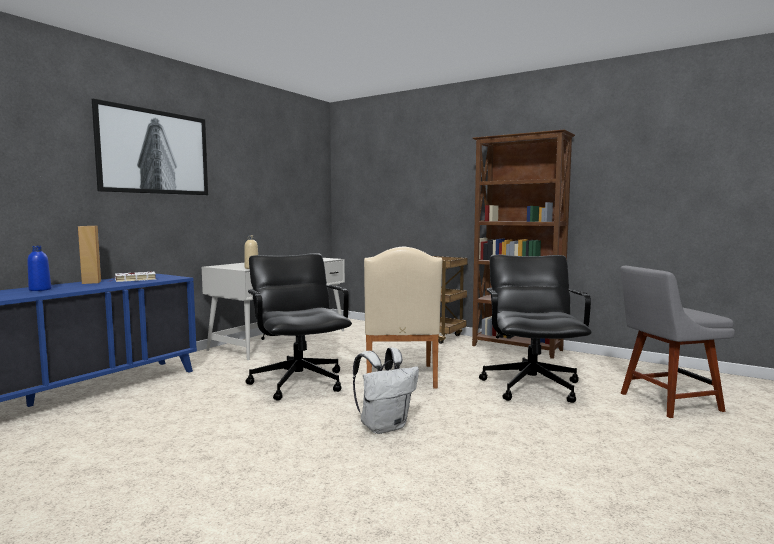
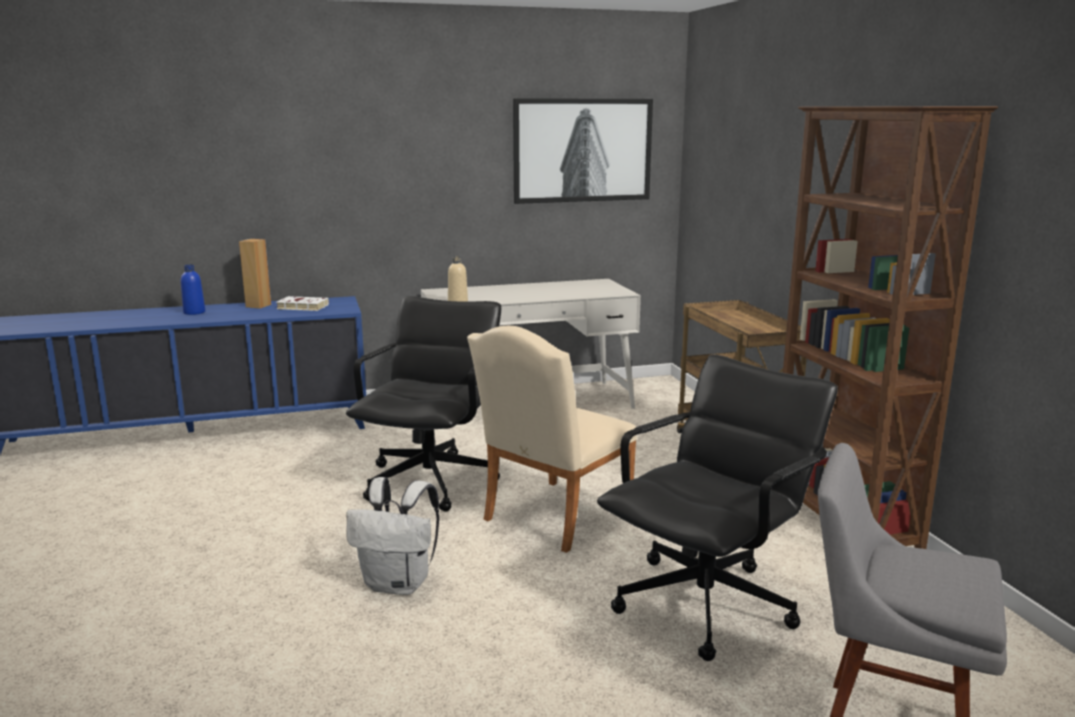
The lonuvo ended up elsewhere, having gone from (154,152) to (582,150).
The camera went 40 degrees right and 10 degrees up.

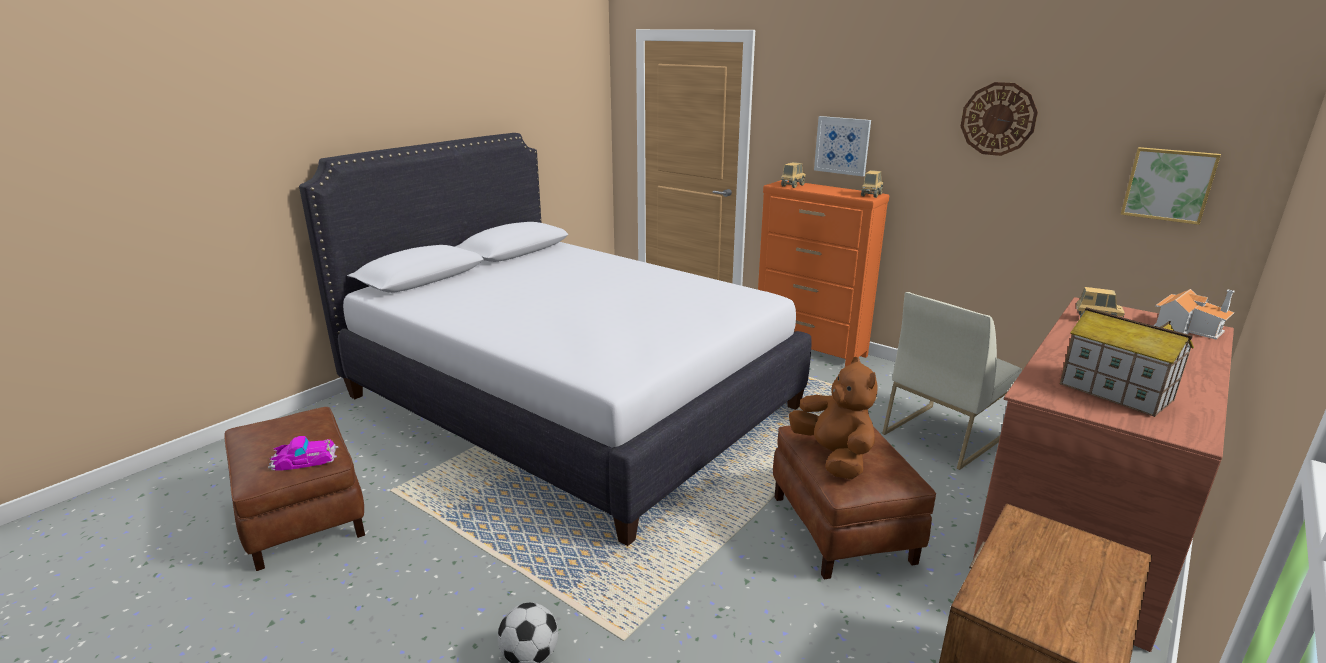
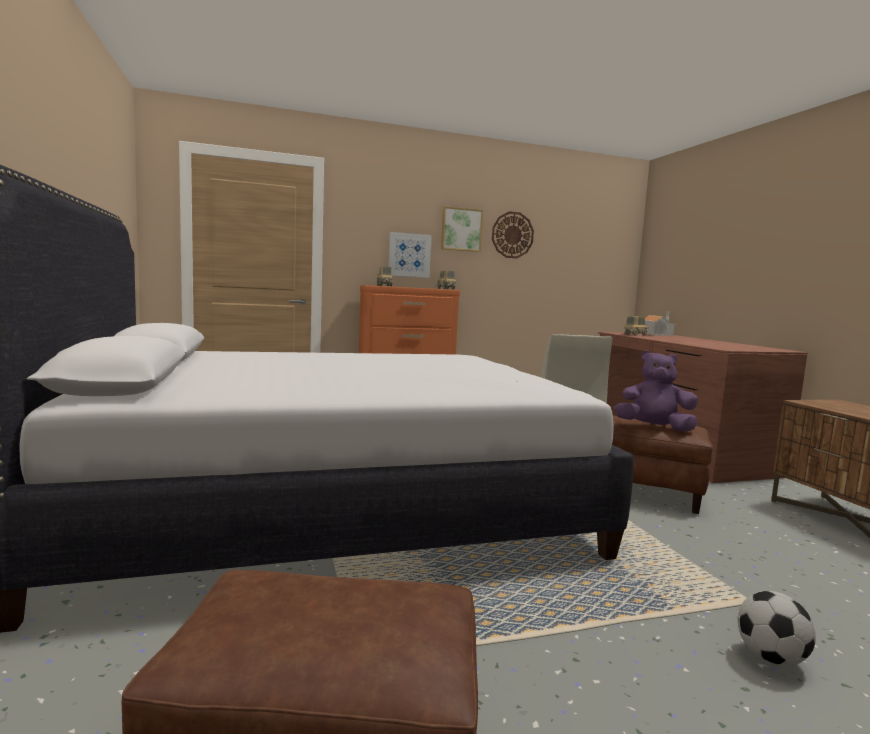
The second view lost the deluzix at (304,459).
The second view lost the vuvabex at (1114,392).
The lonuvo ended up elsewhere, having gone from (1169,184) to (461,229).
What was the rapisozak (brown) at (833,457) turned into the rapisozak (purple) at (654,428).
The camera went 55 degrees left and 15 degrees down.

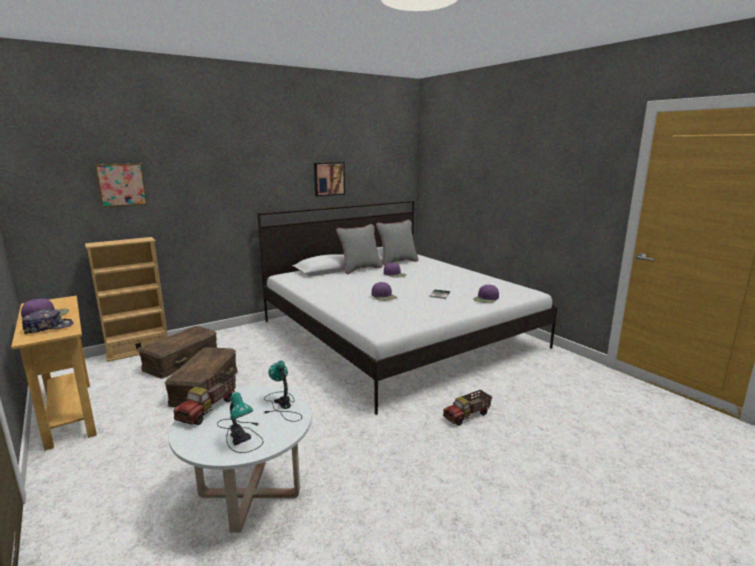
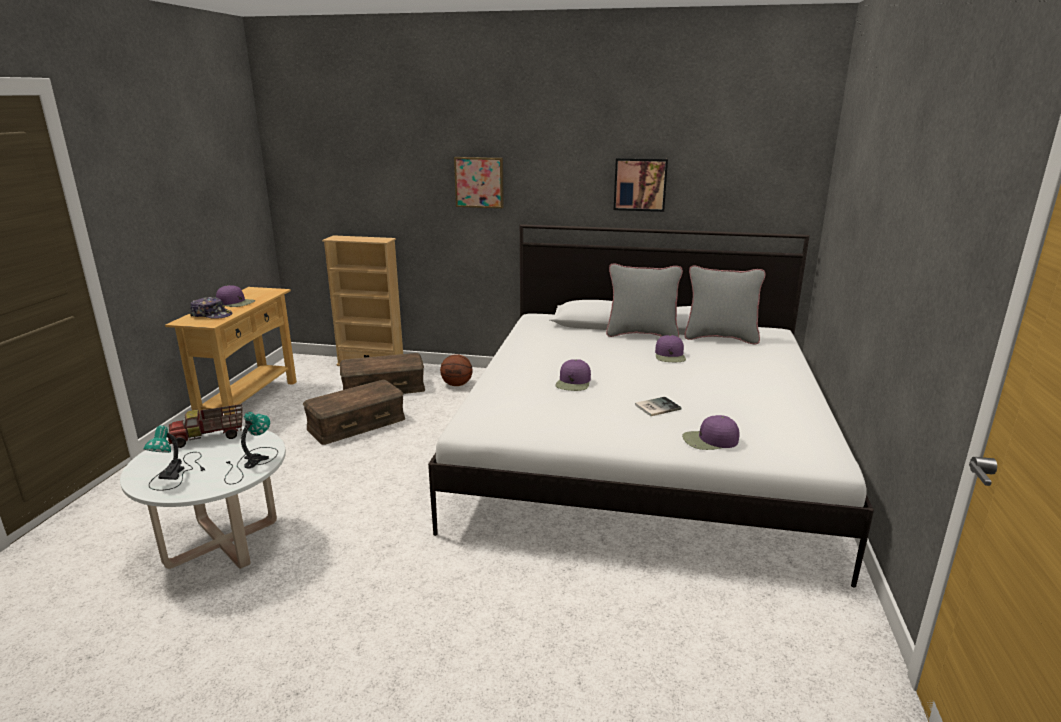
The second view lost the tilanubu at (467,416).
The second view gained the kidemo at (457,384).
The lonuvo ended up elsewhere, having gone from (121,184) to (479,182).
The camera went 45 degrees right and 5 degrees up.

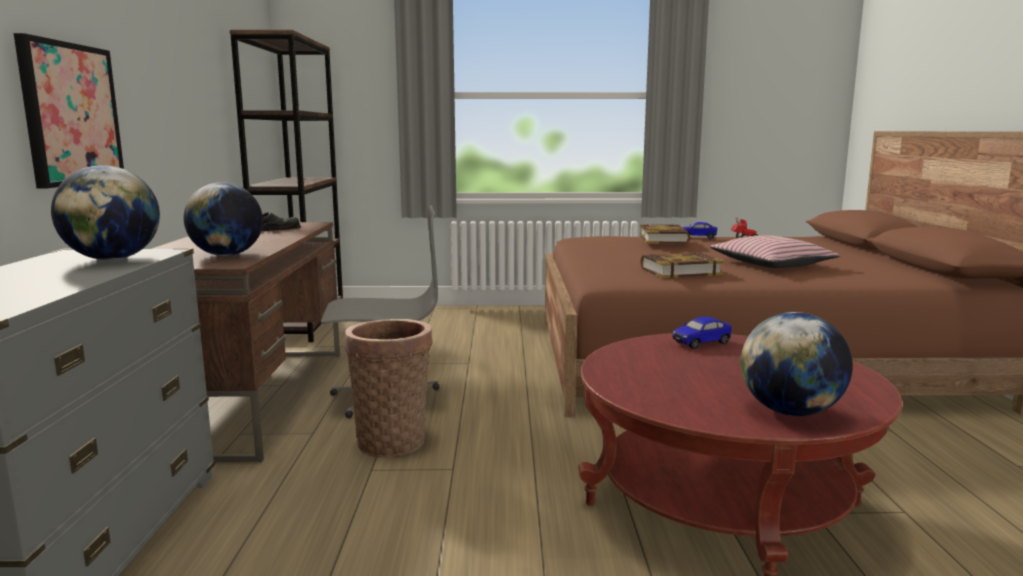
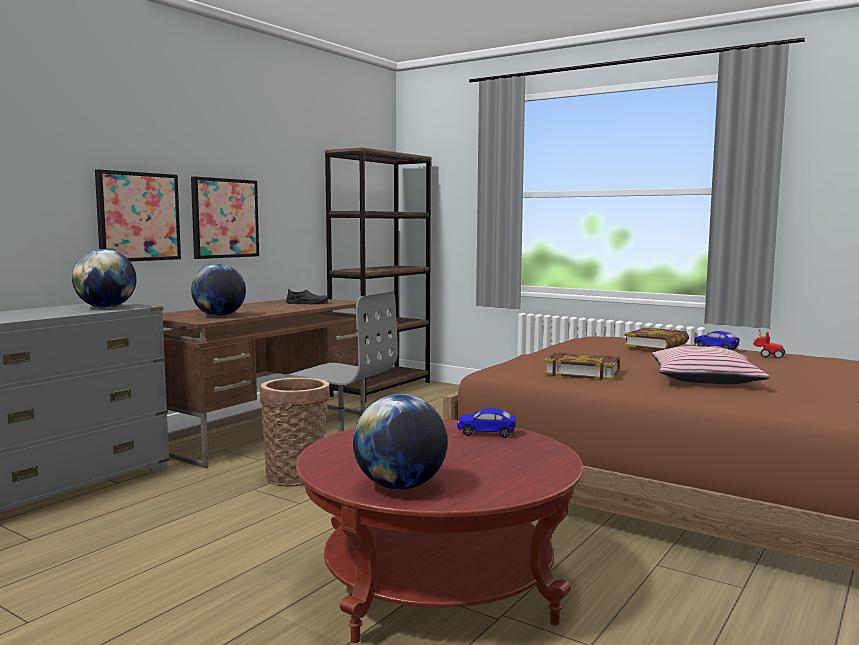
The second view gained the lonuvo at (224,218).
The camera went 35 degrees right and 5 degrees down.

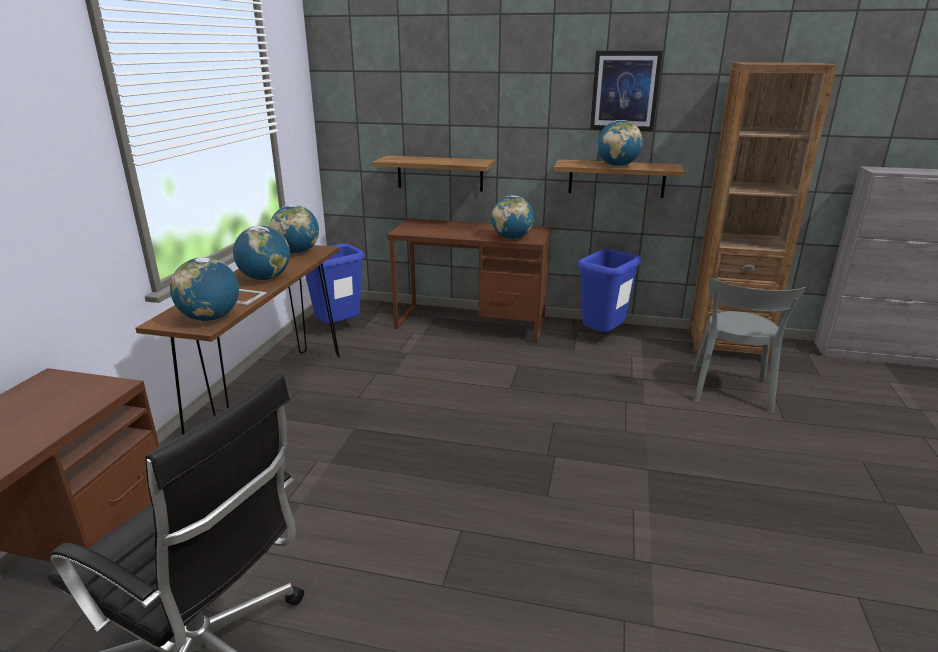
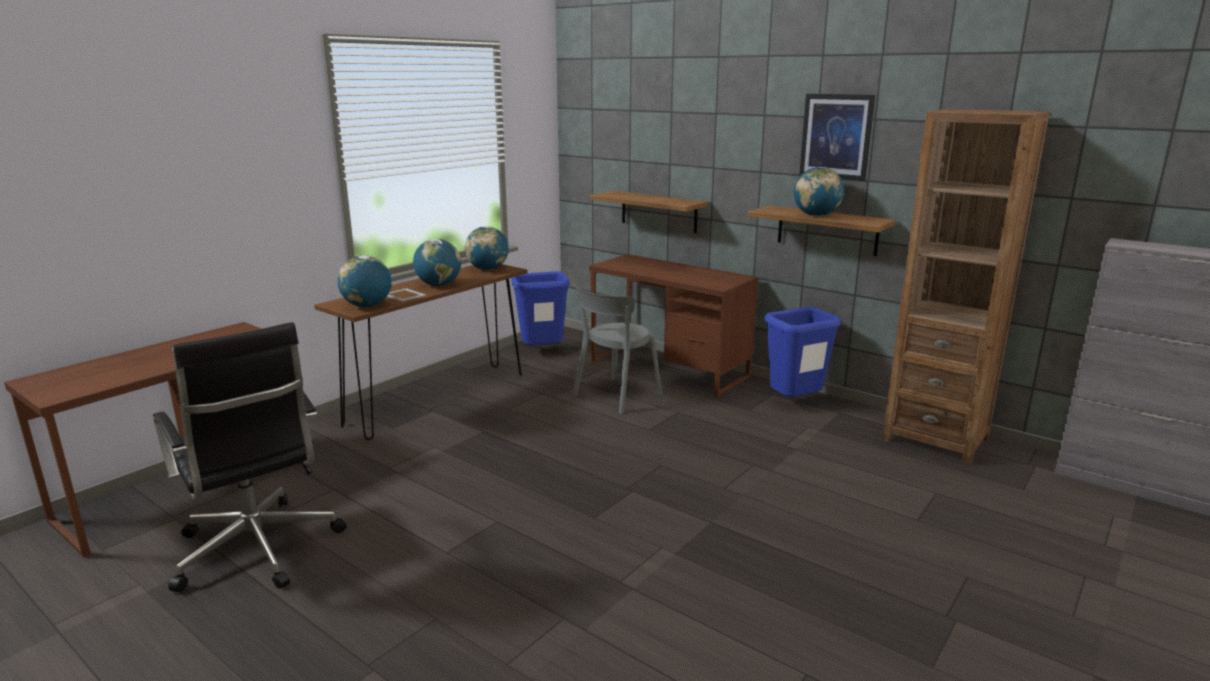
The second view lost the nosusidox at (512,238).
The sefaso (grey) ended up elsewhere, having gone from (730,392) to (614,396).
The camera went 25 degrees right and 5 degrees down.

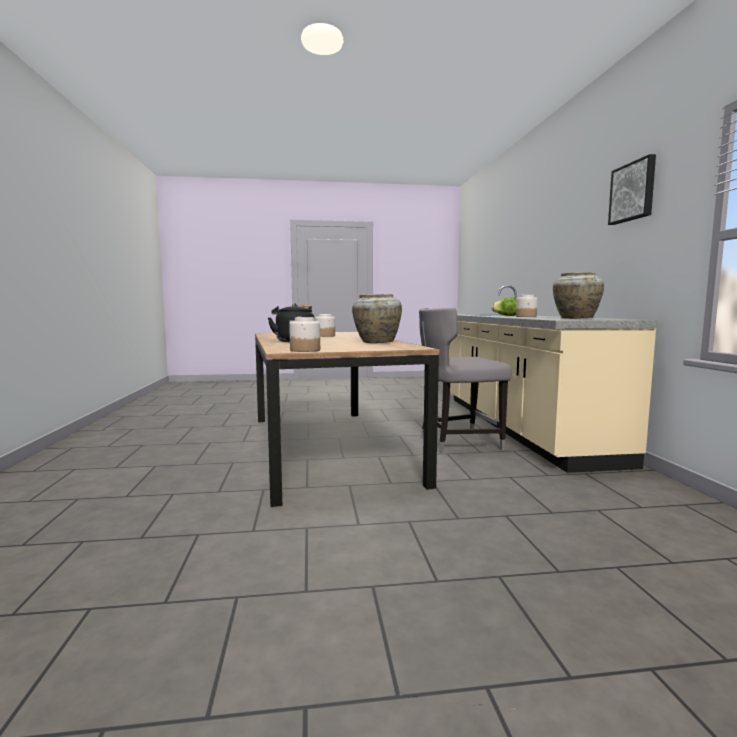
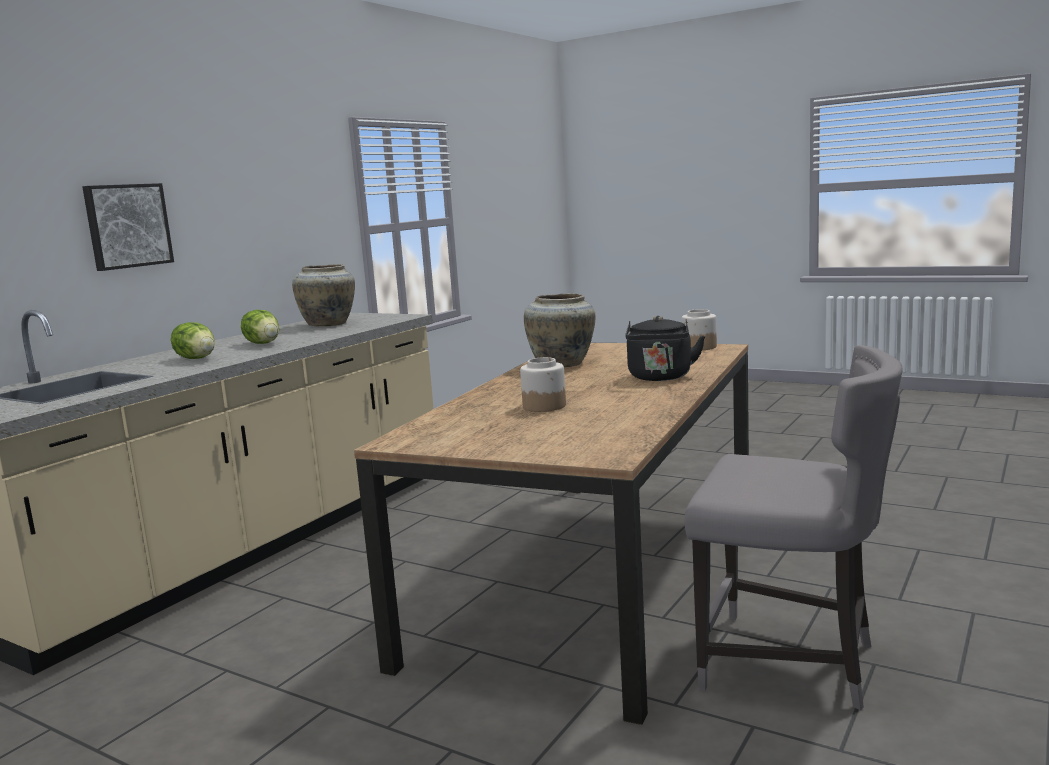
The sefaso (grey) ended up elsewhere, having gone from (457,442) to (791,664).
The lonuvo ended up elsewhere, having gone from (633,192) to (127,226).
Where the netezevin stood at (526,316), the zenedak came to stand at (264,343).
The camera went 140 degrees left and 5 degrees up.

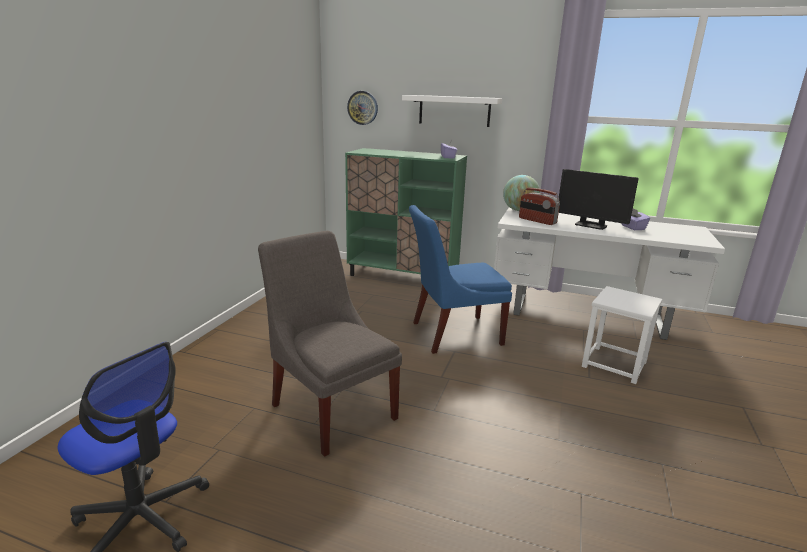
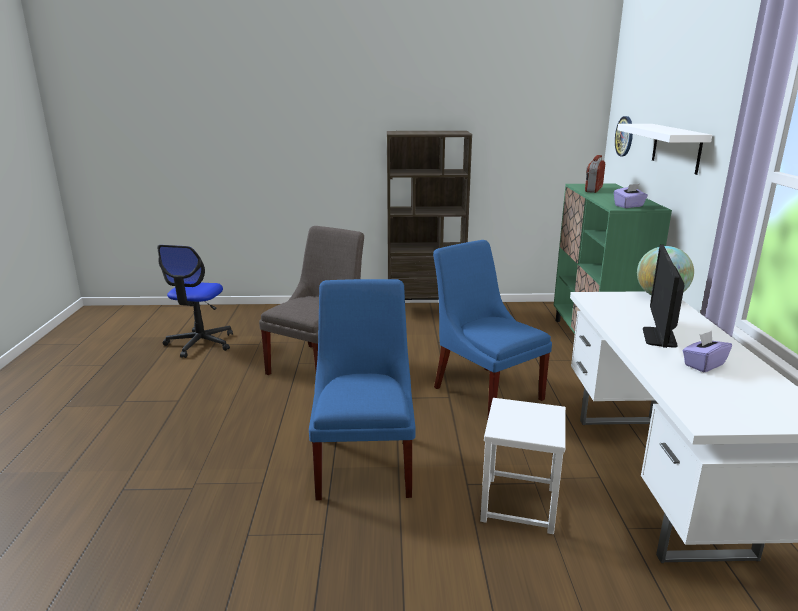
The second view gained the sefaso (blue) at (365,461).
The second view gained the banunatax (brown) at (425,309).
The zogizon ended up elsewhere, having gone from (537,221) to (593,189).
The camera went 70 degrees right and 0 degrees up.

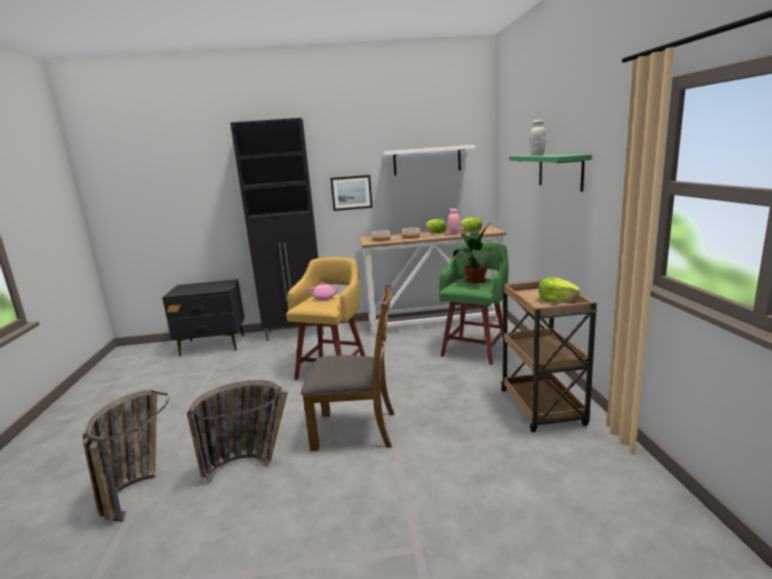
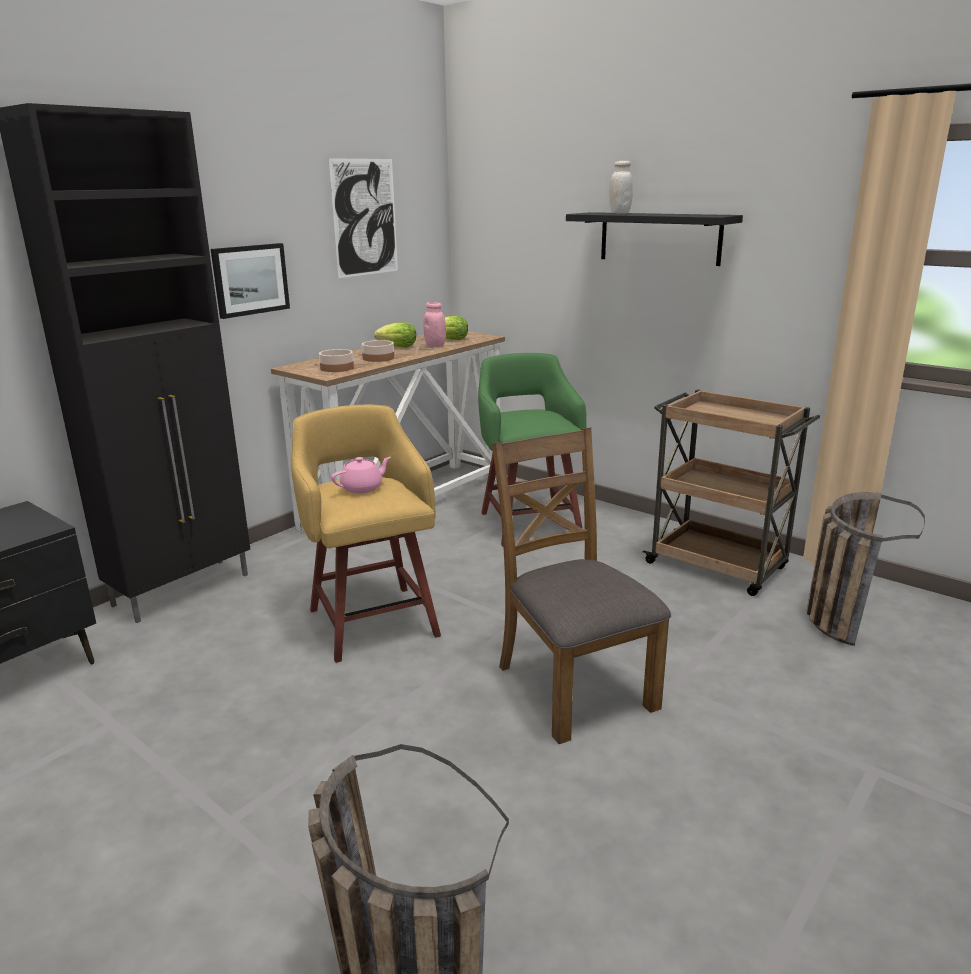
The second view lost the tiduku at (477,281).
The second view lost the zenedak at (556,300).
The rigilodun ended up elsewhere, having gone from (250,466) to (841,614).
Where the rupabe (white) hung at (427,160), the lonuvo came to hang at (365,218).
What was the rupabe (green) at (560,171) turned into the rupabe (black) at (659,238).
The sefaso (brown) at (356,430) ended up facing another way, 75 degrees counterclockwise from before.
The camera went 45 degrees left and 5 degrees up.

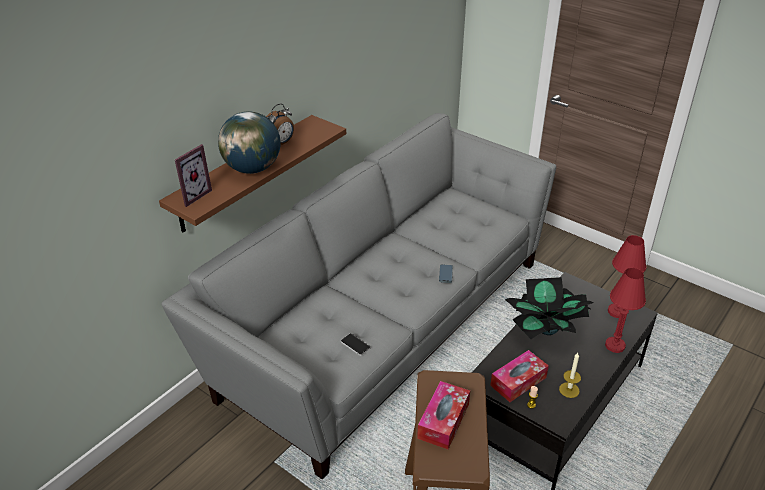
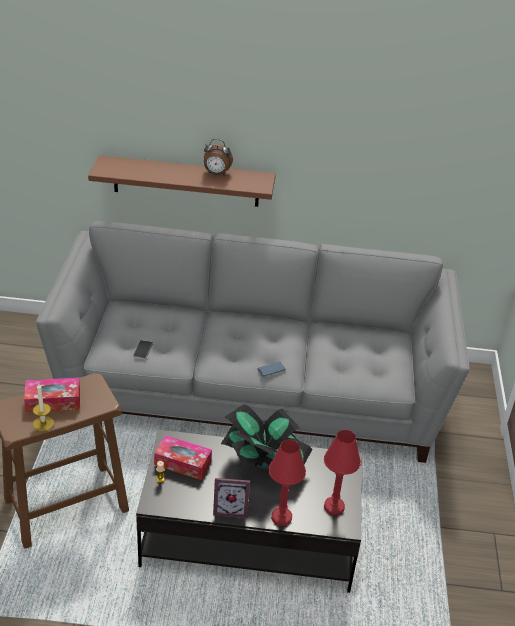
The second view lost the nosusidox at (252,168).
The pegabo ended up elsewhere, having gone from (192,195) to (230,508).
The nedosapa ended up elsewhere, having gone from (569,390) to (43,423).
The camera went 55 degrees right and 0 degrees up.

